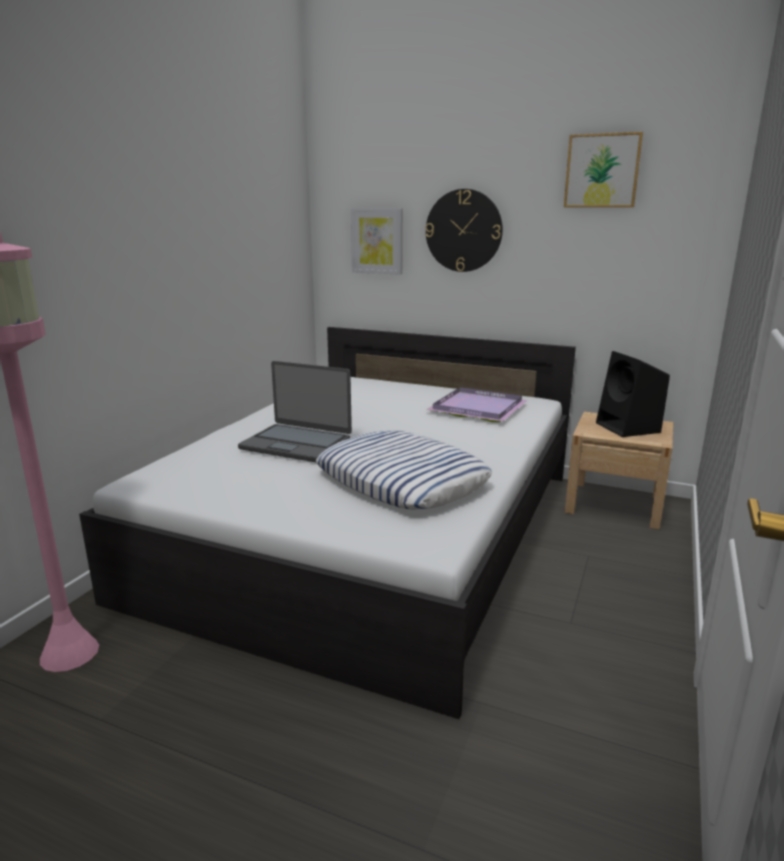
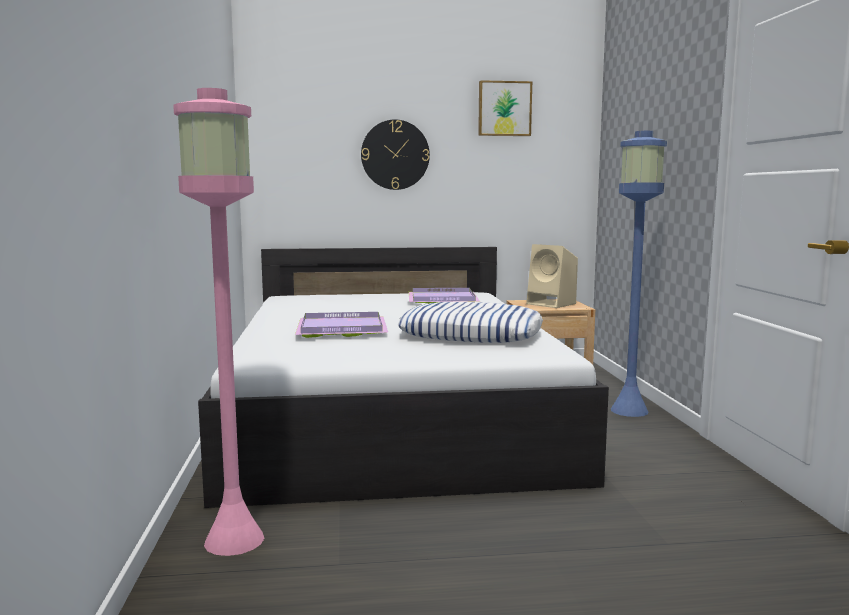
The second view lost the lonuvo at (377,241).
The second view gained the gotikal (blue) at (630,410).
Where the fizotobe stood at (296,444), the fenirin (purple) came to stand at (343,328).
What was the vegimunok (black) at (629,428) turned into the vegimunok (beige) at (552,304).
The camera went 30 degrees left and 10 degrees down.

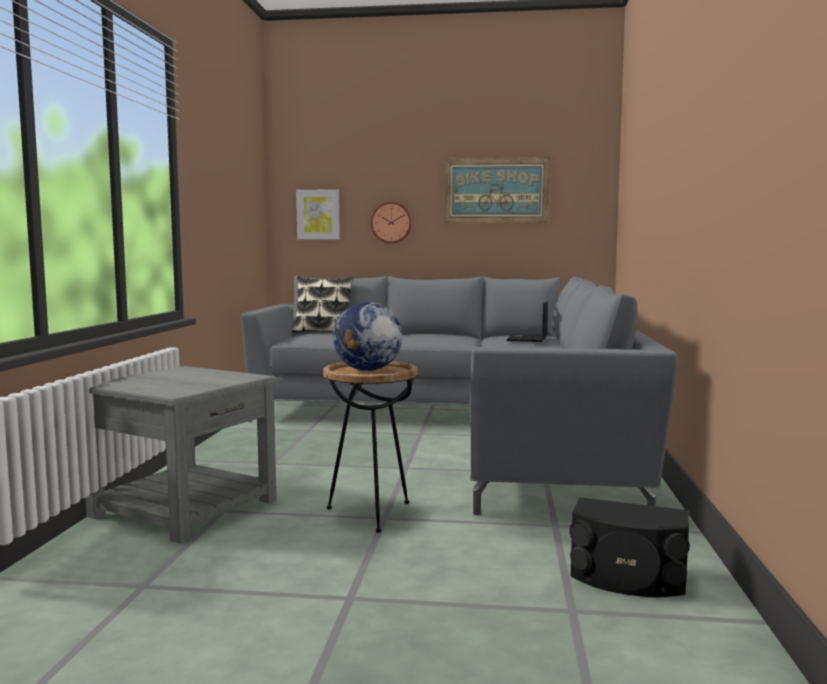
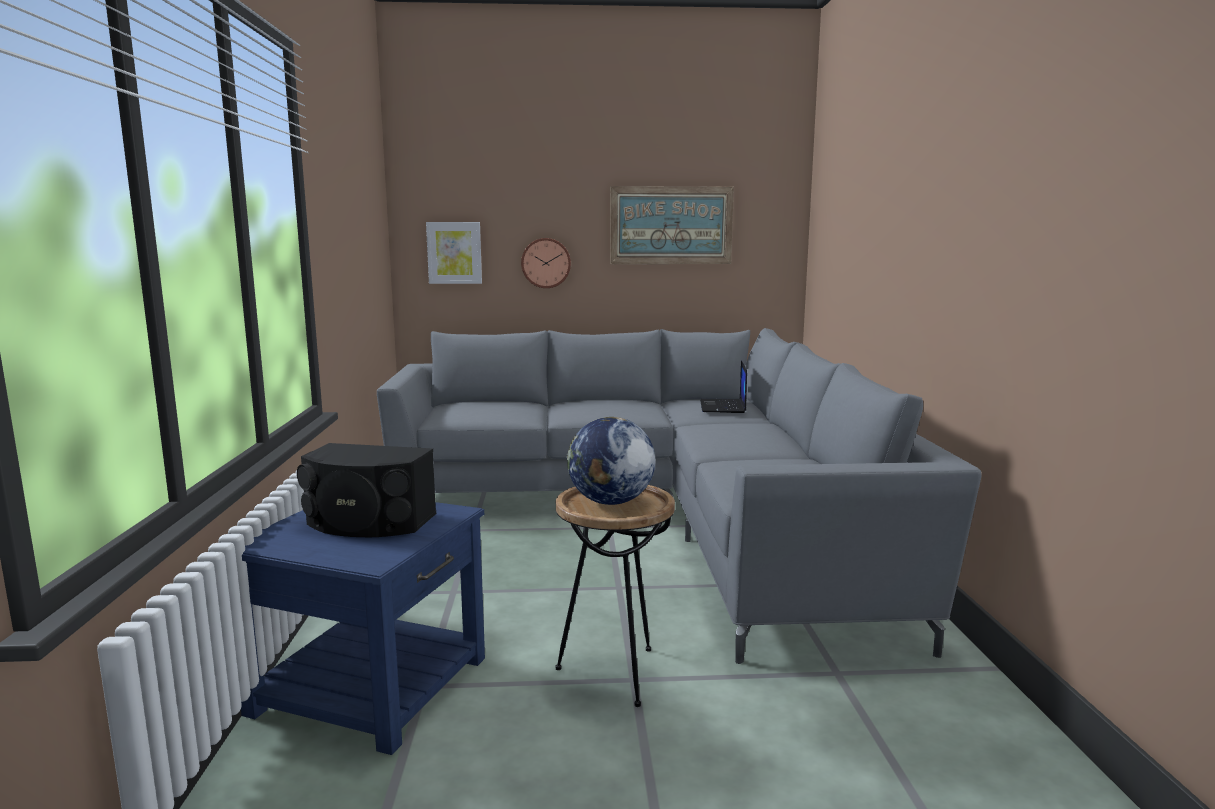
The second view lost the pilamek at (323,332).
The vegimunok (black) ended up elsewhere, having gone from (627,578) to (368,522).
What was the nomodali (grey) at (185,508) turned into the nomodali (blue) at (371,685).
The camera went 10 degrees left and 5 degrees up.

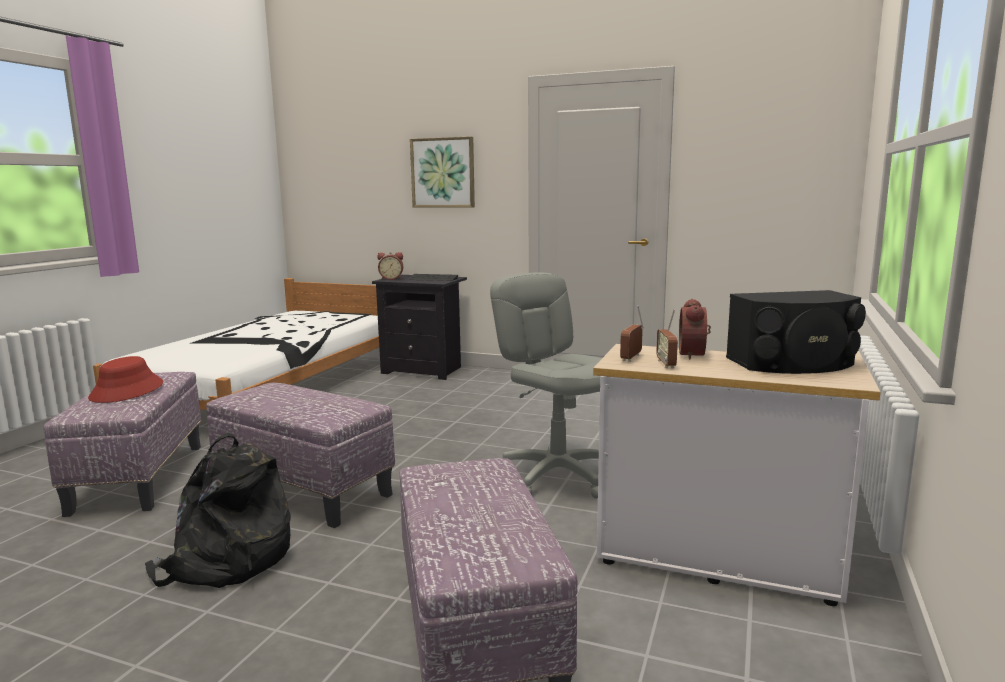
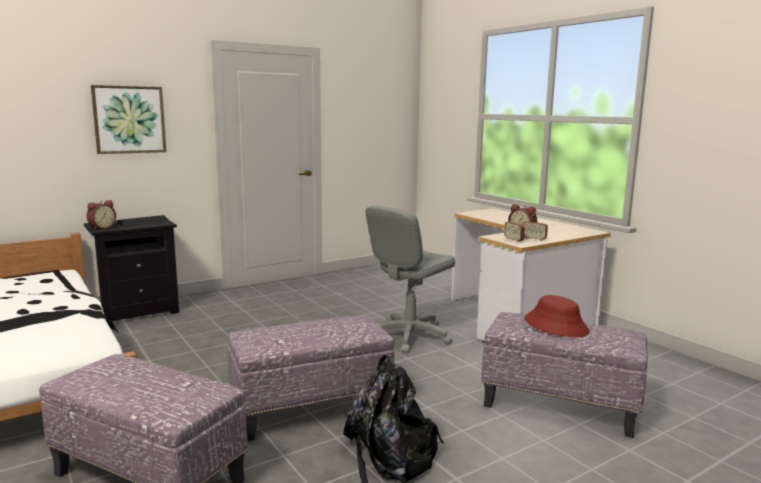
The second view lost the vegimunok (black) at (793,363).
The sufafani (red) ended up elsewhere, having gone from (127,391) to (556,325).
The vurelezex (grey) at (557,476) ended up facing another way, 45 degrees counterclockwise from before.
The camera went 55 degrees left and 0 degrees up.

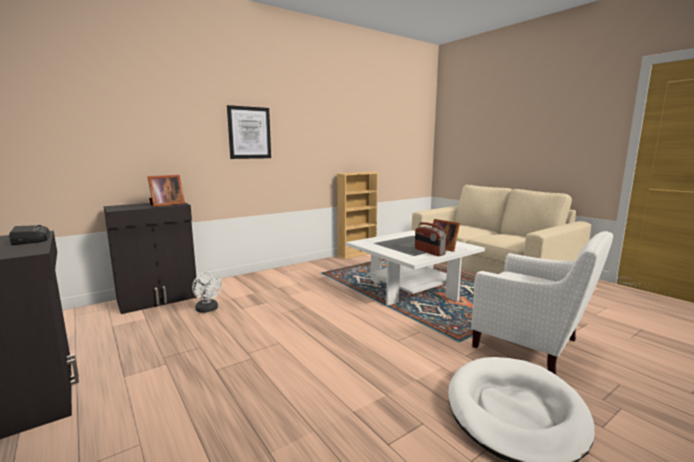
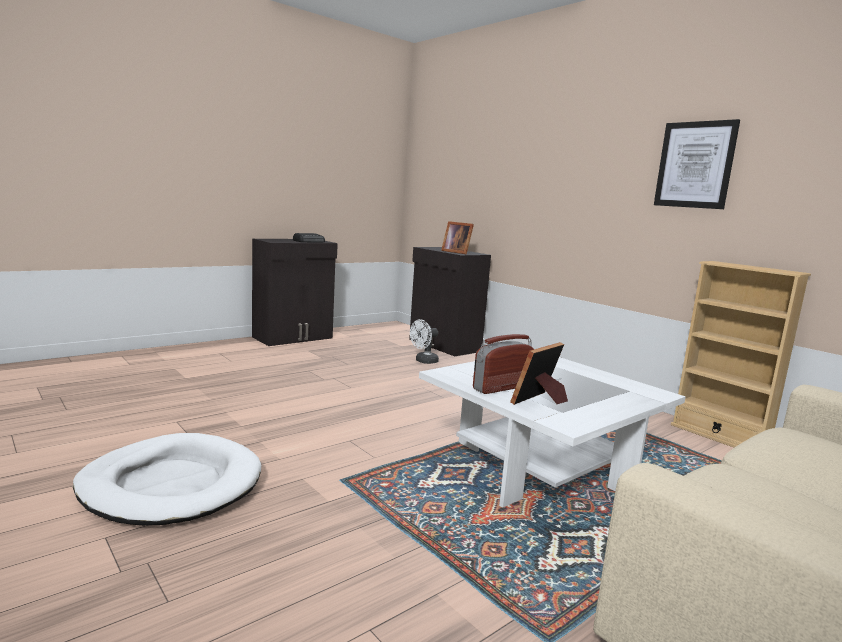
The second view lost the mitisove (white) at (533,346).
The lonuvo ended up elsewhere, having gone from (249,133) to (695,165).
The camera went 85 degrees right and 0 degrees up.

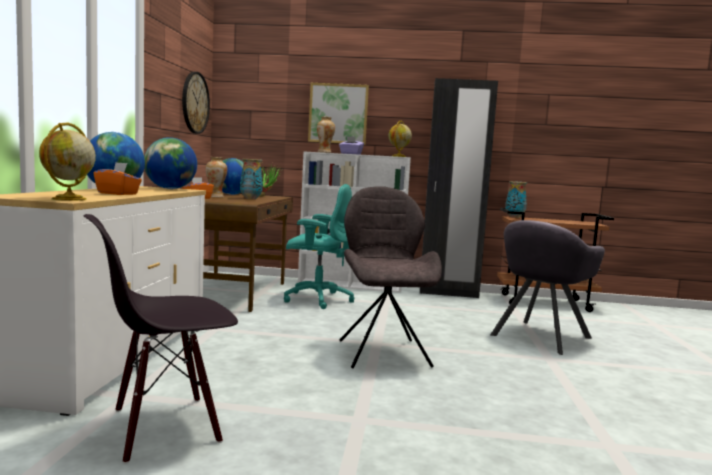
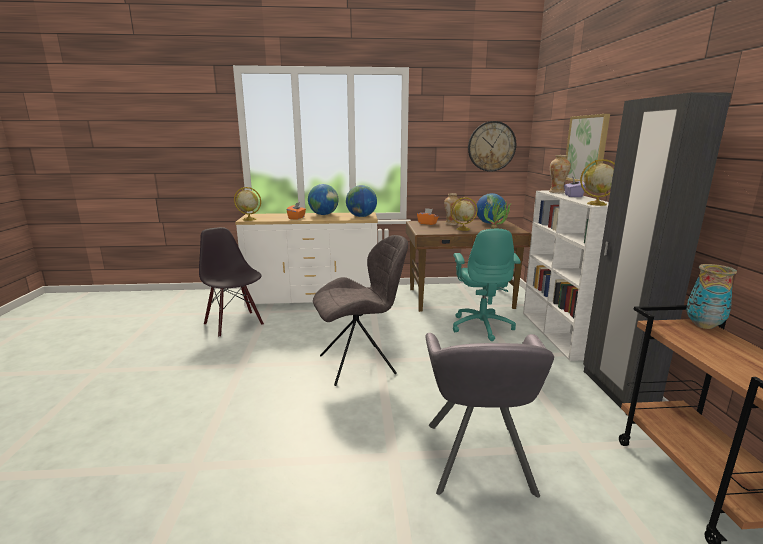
Where the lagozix stood at (251,198), the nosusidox came to stand at (462,229).
The mitisove (grey) at (540,336) ended up facing another way, 120 degrees counterclockwise from before.
The camera went 80 degrees right and 10 degrees up.

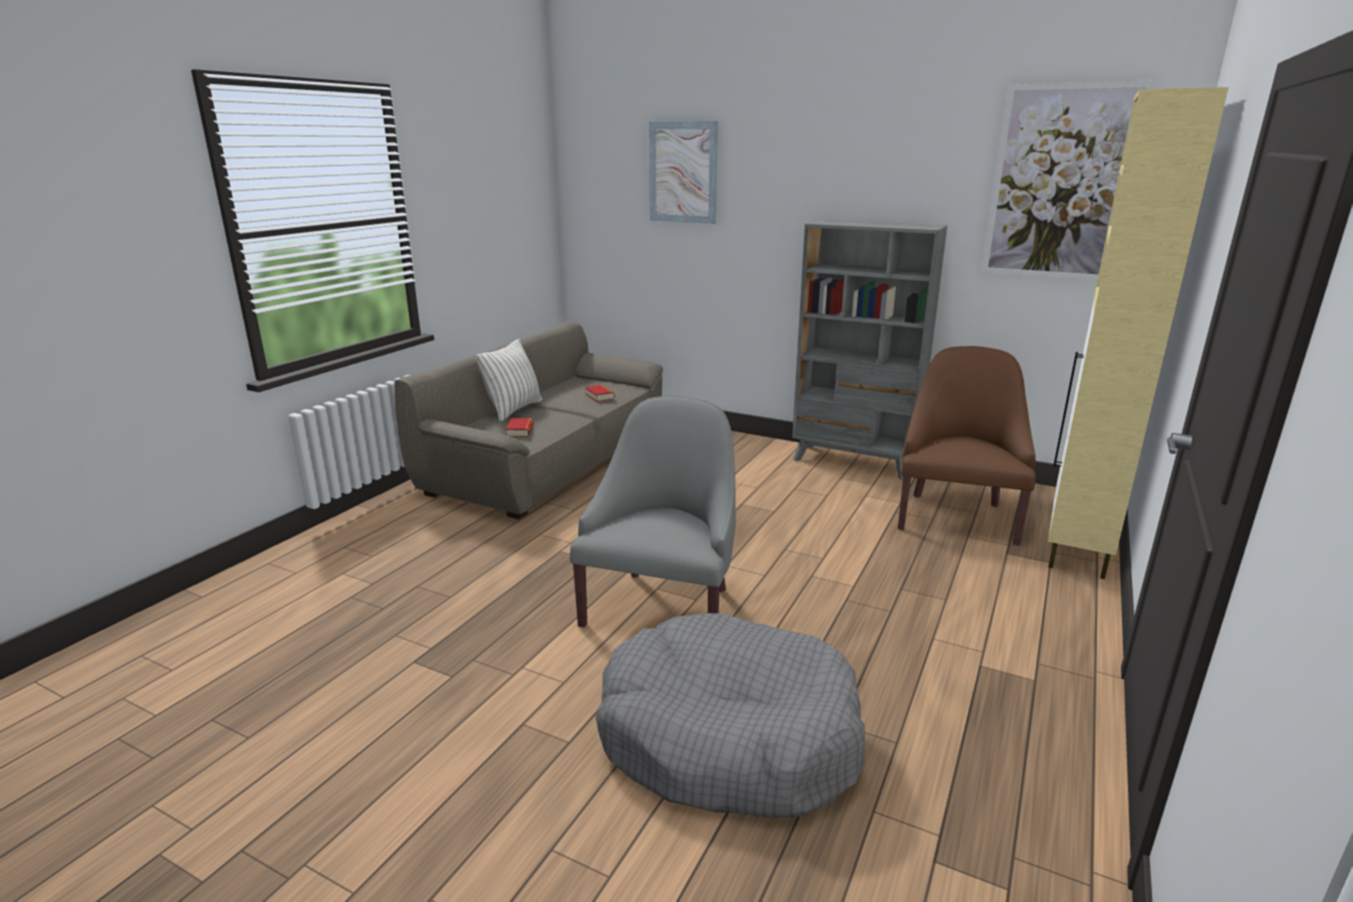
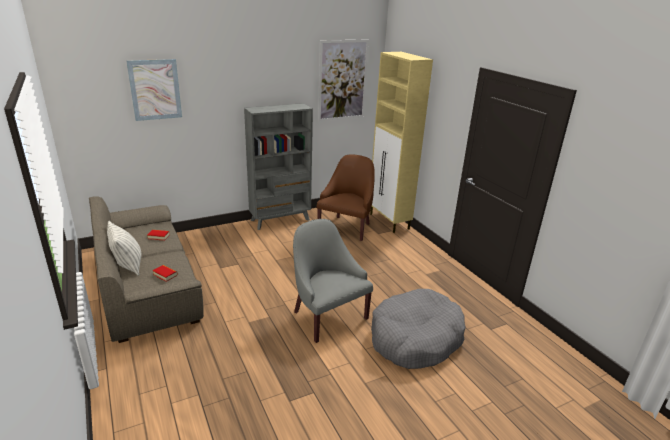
The mitisove (brown) at (956,516) ended up facing another way, 60 degrees clockwise from before.
The camera went 55 degrees left and 5 degrees up.

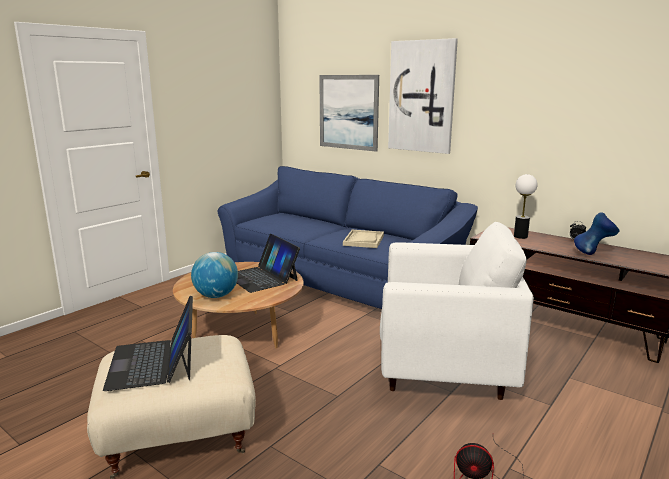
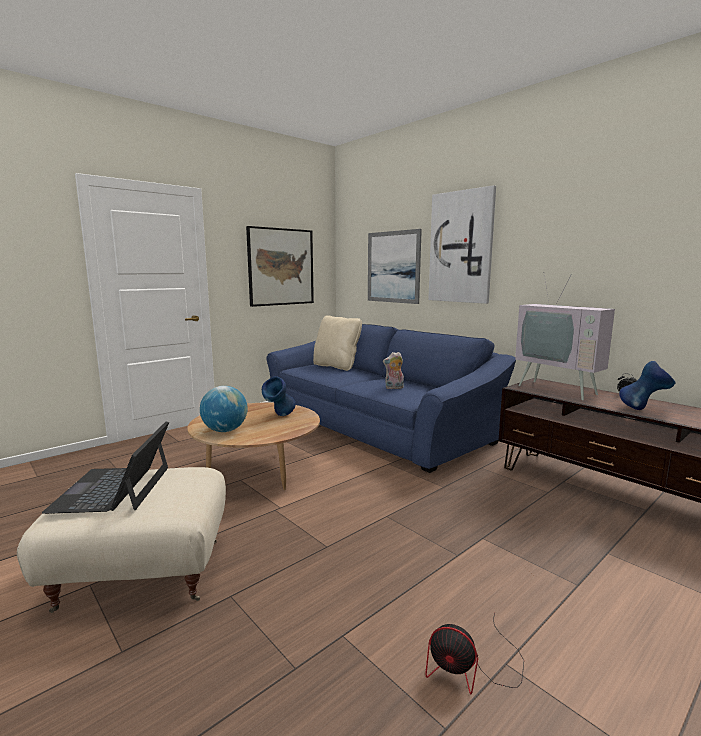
The second view lost the mitisove (white) at (445,371).
The second view gained the lonuvo at (281,267).
The second view gained the pilamek (beige) at (336,366).
Where the fizotobe stood at (262,277), the lagozix (blue) came to stand at (279,417).
Where the fenirin (beige) stood at (363,240), the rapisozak came to stand at (394,388).
Where the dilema stood at (520,236), the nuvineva came to stand at (560,389).
The camera went 10 degrees right and 5 degrees down.

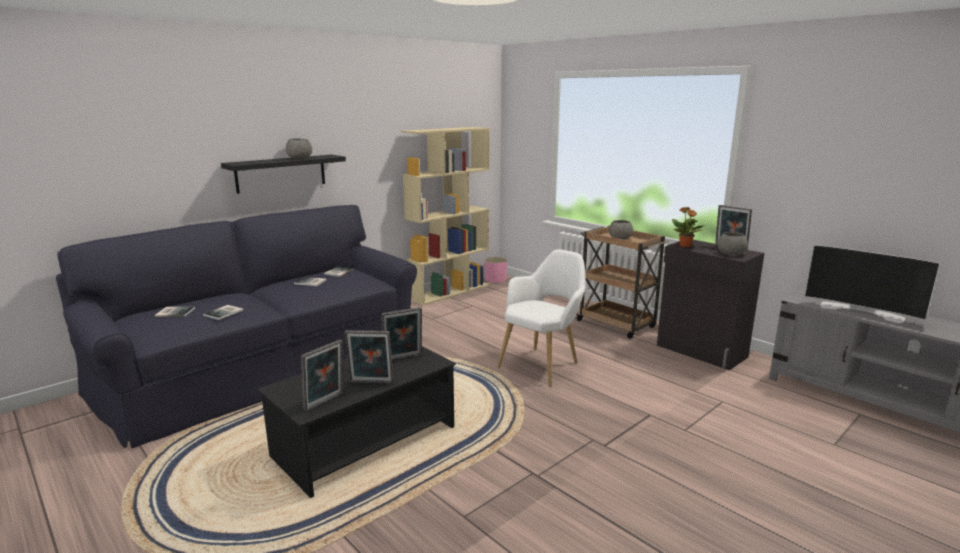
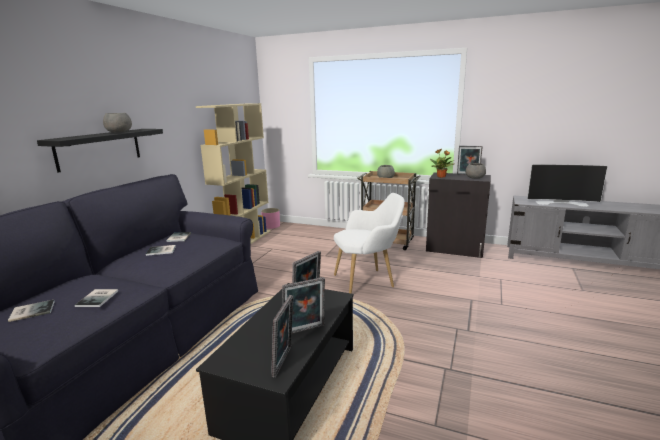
The mitisove (white) at (543,364) ended up facing another way, 60 degrees clockwise from before.
The camera went 25 degrees left and 0 degrees up.

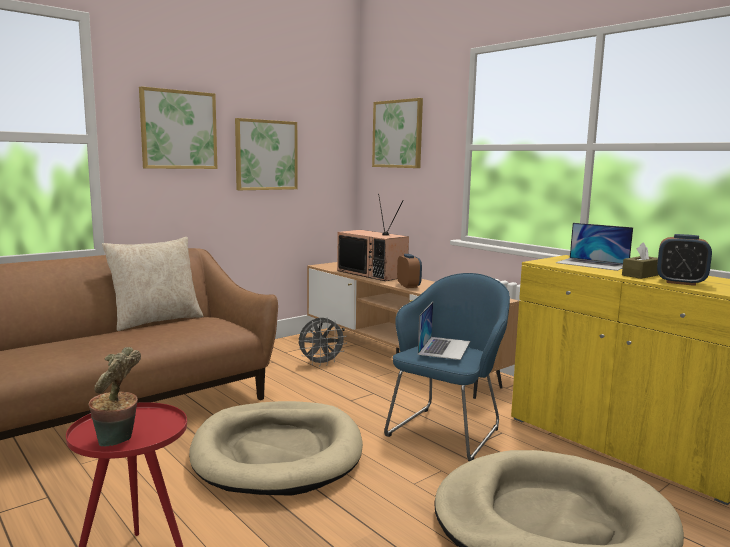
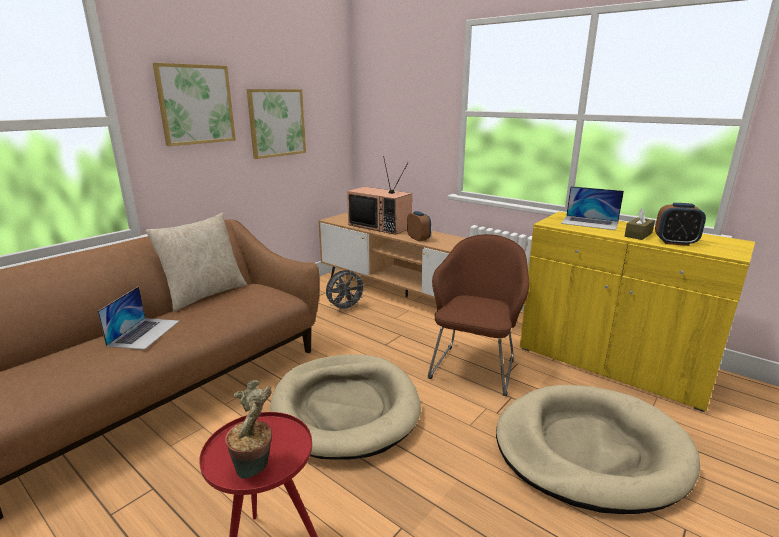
The second view lost the lonuvo at (398,134).
The fizotobe ended up elsewhere, having gone from (444,347) to (144,333).
What was the mitisove (blue) at (447,430) turned into the mitisove (brown) at (475,366).
The camera went 10 degrees left and 10 degrees up.

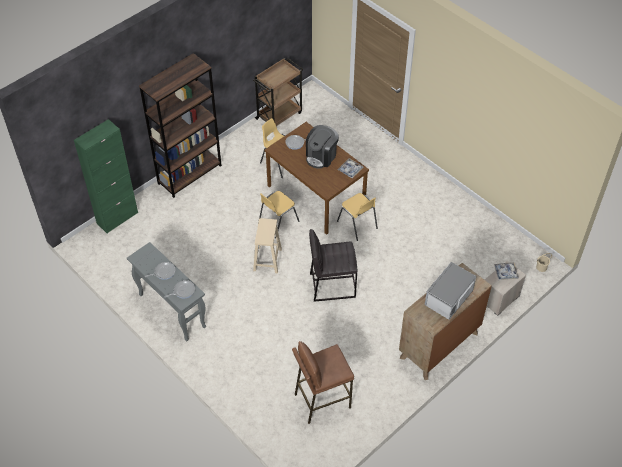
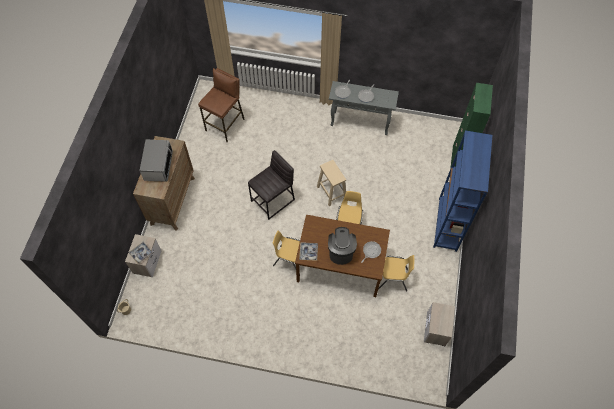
Where the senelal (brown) stood at (279,115), the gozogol came to stand at (435,330).
What was the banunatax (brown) at (190,174) turned into the banunatax (blue) at (447,224).
The camera went 145 degrees right and 10 degrees up.

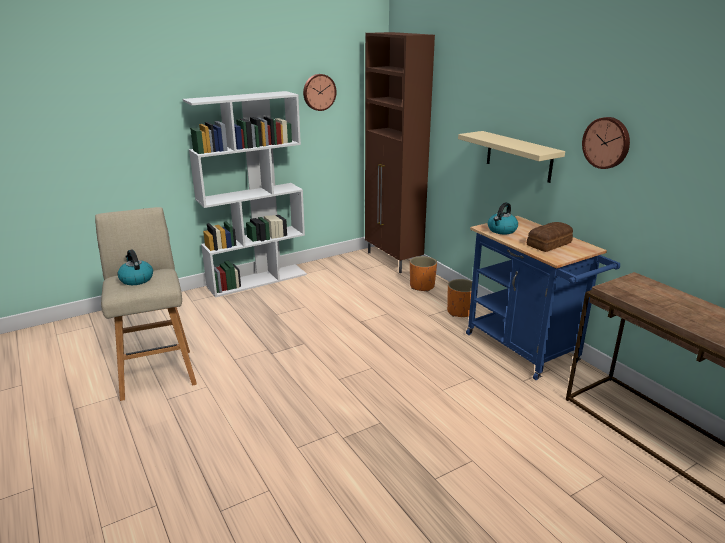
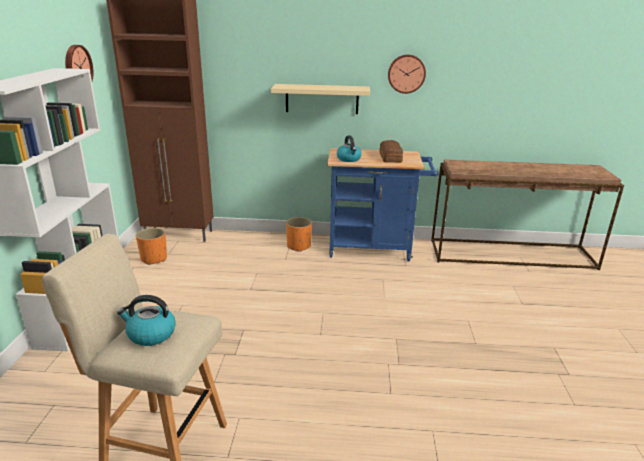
The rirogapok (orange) ended up elsewhere, having gone from (422,286) to (154,259).
The camera went 55 degrees left and 0 degrees up.

